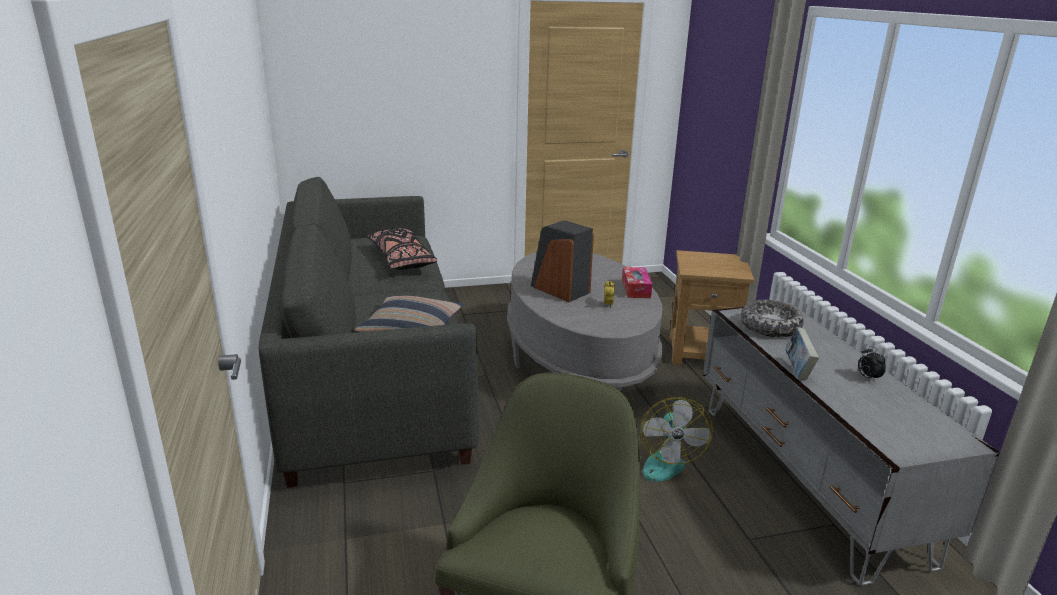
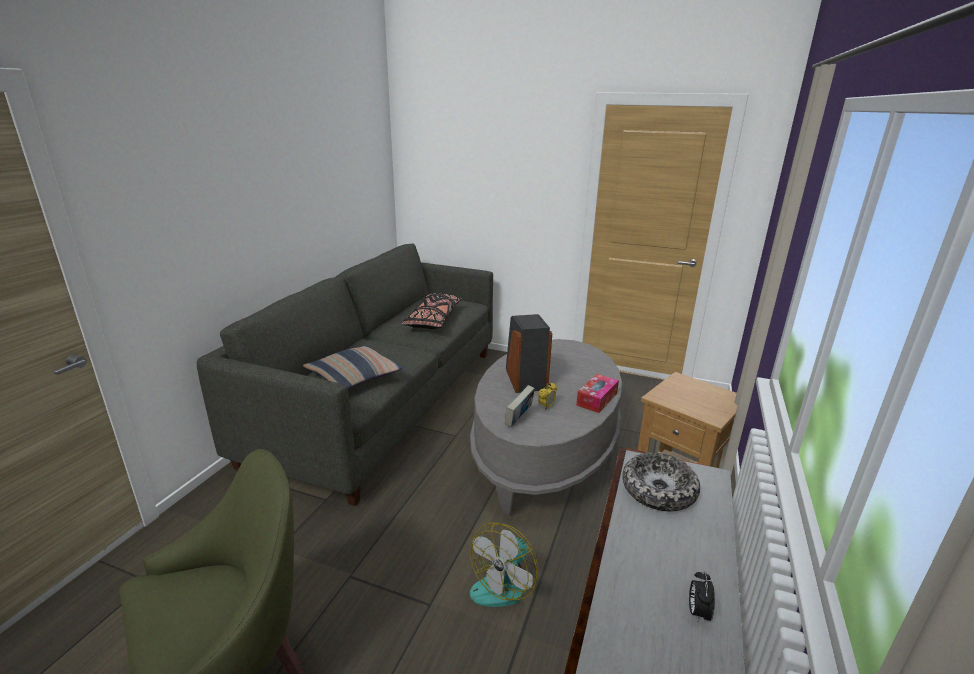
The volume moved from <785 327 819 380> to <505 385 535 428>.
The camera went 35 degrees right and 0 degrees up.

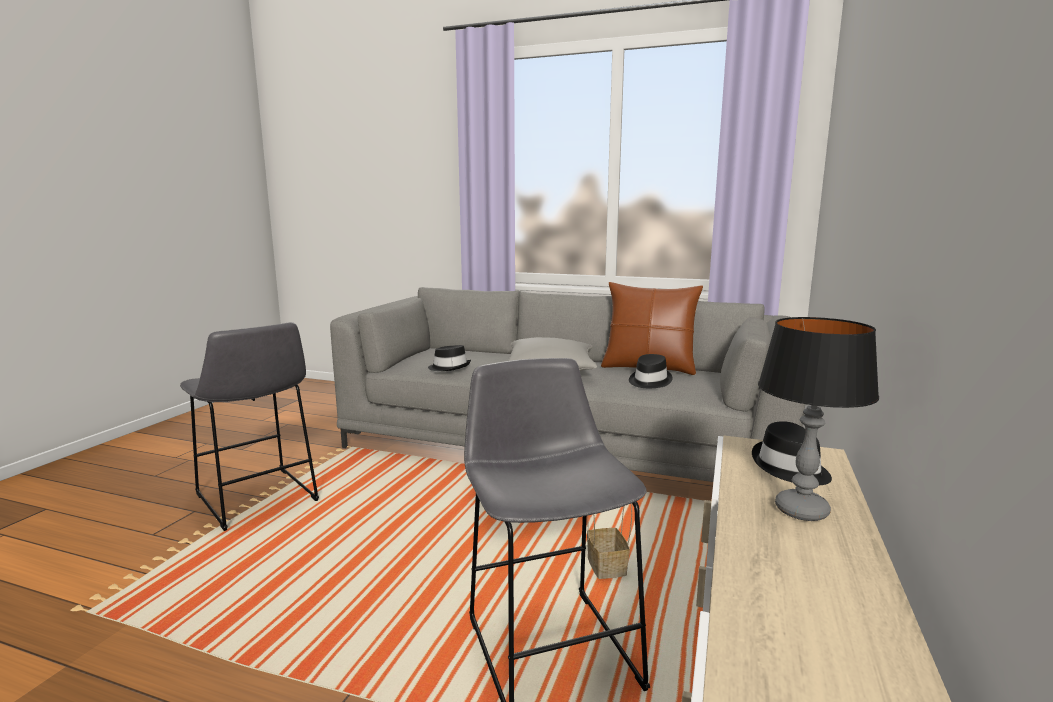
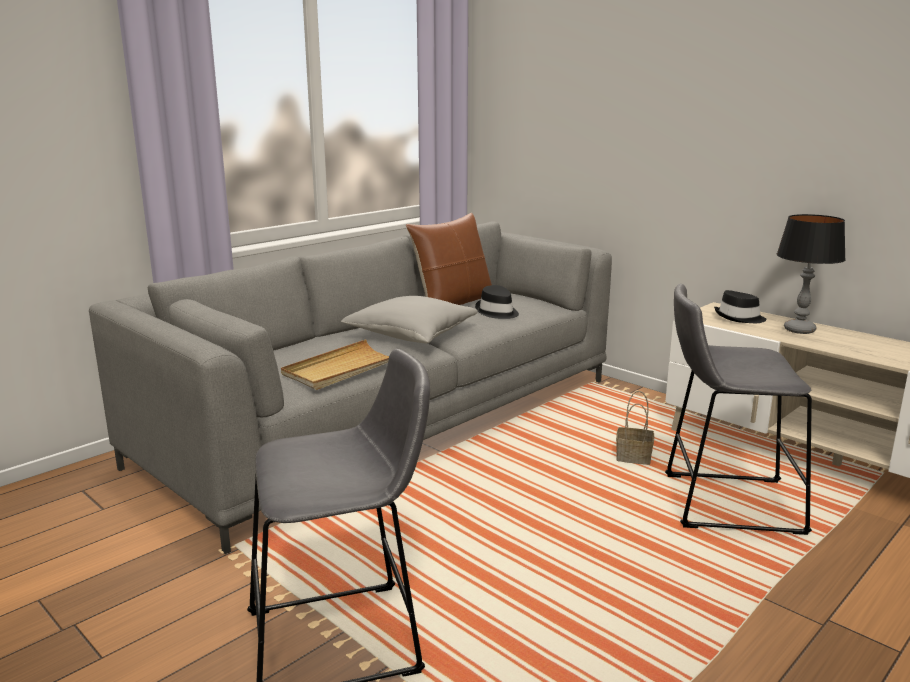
The clothing hat in black-coloured at <428 345 471 371> was replaced by the serving tray in sand-coloured at <281 339 389 390>.
The camera went 65 degrees left and 5 degrees up.

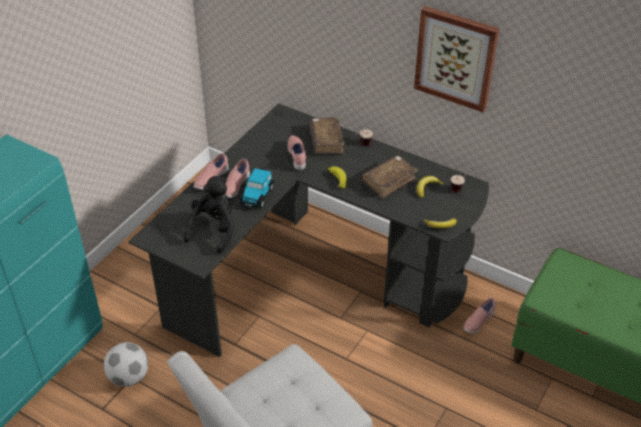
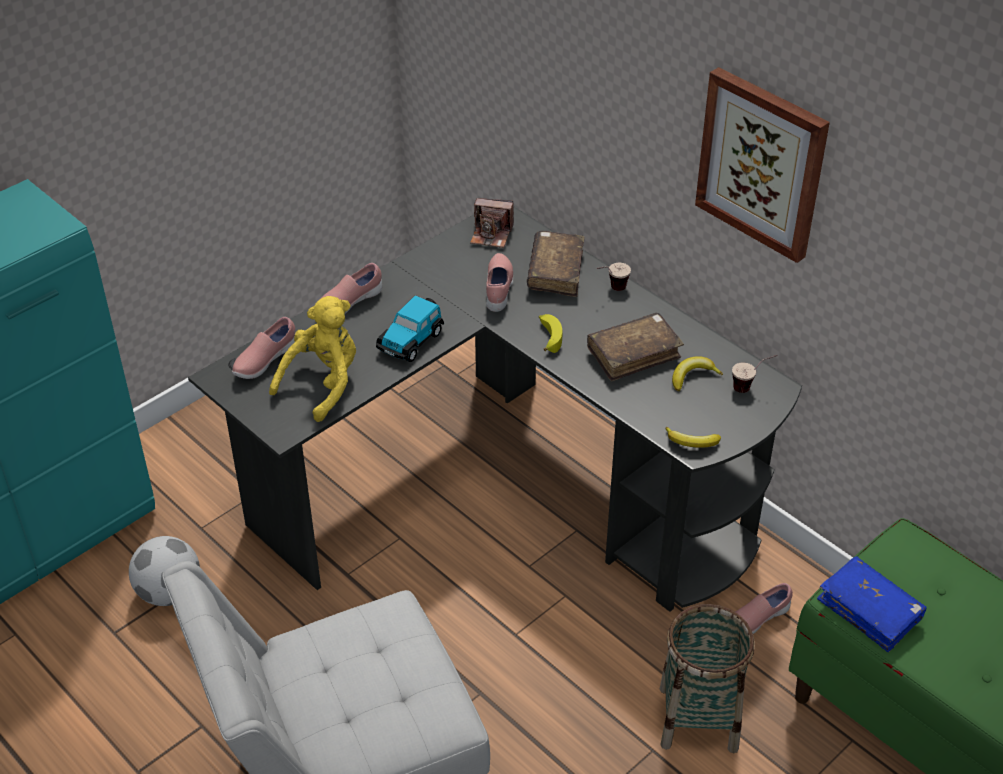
The shoe in pink-coloured moved from <225 159 250 198> to <232 317 295 379>.
The cuddly toy in black-coloured at <184 176 234 254> became the cuddly toy in yellow-coloured at <269 296 356 422>.
The still camera at <470 198 514 248> appeared.
The volume in bluish at <817 556 926 652> appeared.
The basket at <660 604 755 753> appeared.
The camera went 15 degrees right and 0 degrees up.

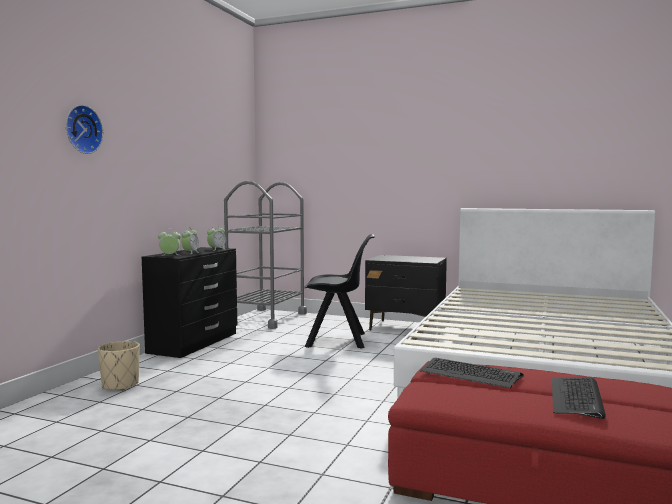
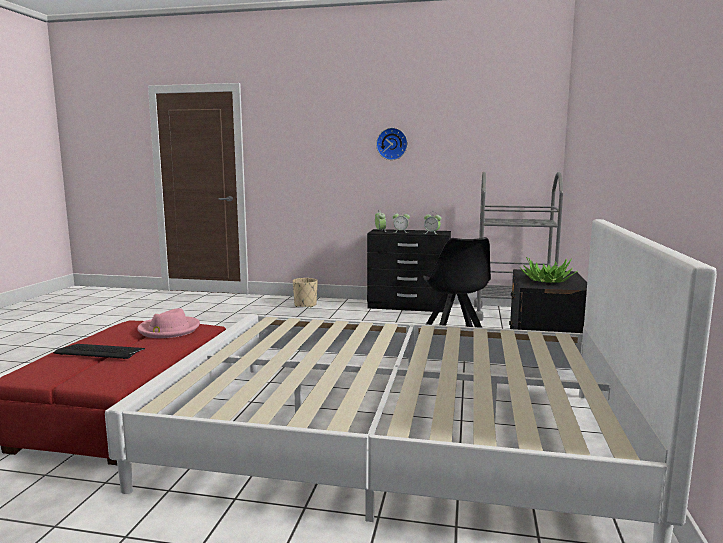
The clock on the wall moved from <66 105 103 154> to <376 128 408 160>.
The PC keyboard at <420 358 524 388> was replaced by the clothing hat in pink-coloured at <137 308 200 338>.
The potted plant at <519 257 577 283> appeared.
The camera went 80 degrees right and 5 degrees up.

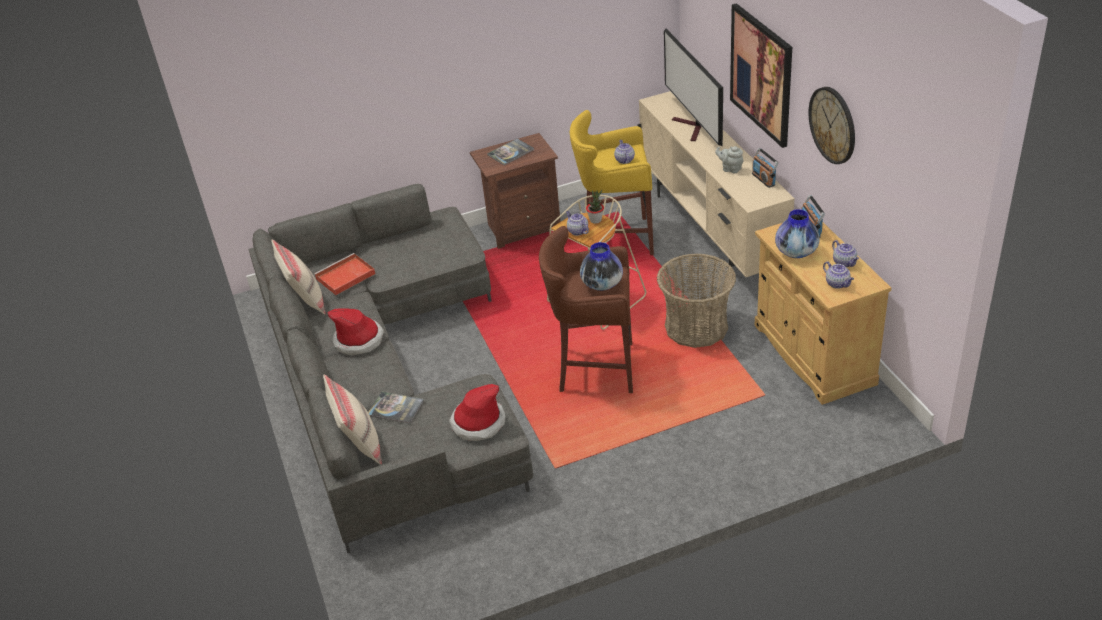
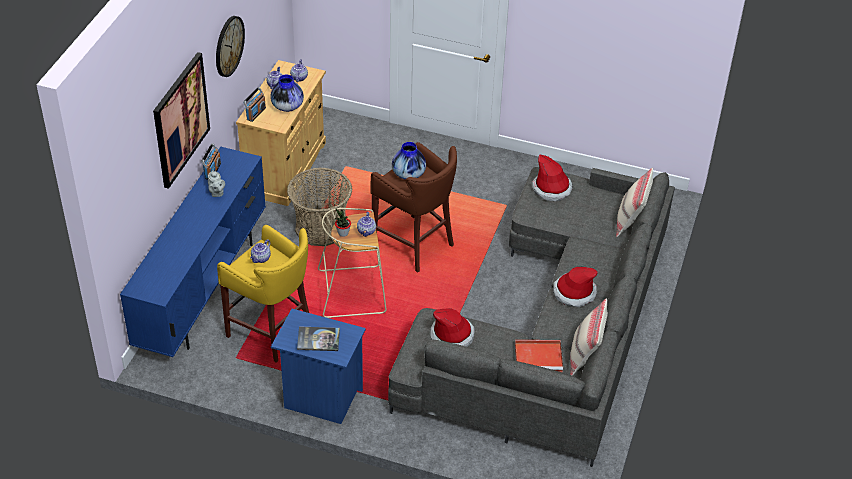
The television at <664 29 723 146> disappeared.
The tv unit in sand-coloured at <637 91 795 277> became the tv unit in bluish at <120 147 266 357>.
The nightstand in brown at <470 133 560 249> became the nightstand in bluish at <271 309 366 424>.
The volume at <368 391 424 424> disappeared.
The clothing hat at <430 309 475 347> appeared.
The camera went 145 degrees left and 5 degrees up.

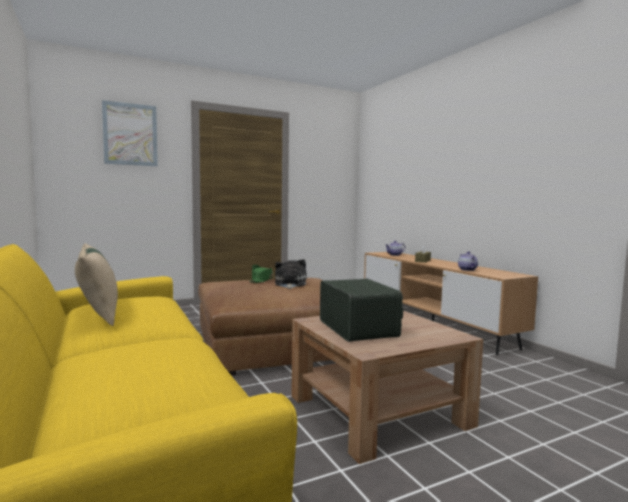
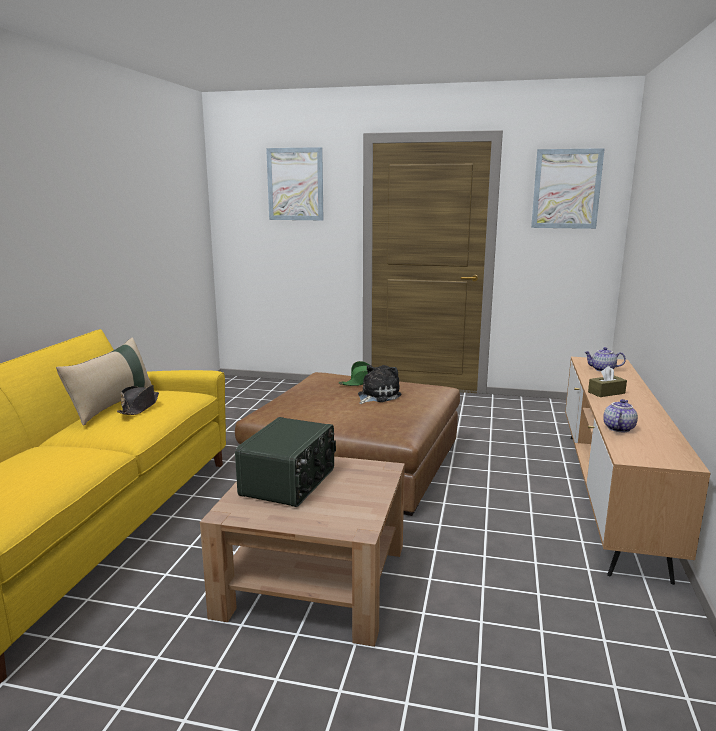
The wall art at <531 148 605 229> appeared.
The clothing hat in black-coloured at <117 385 159 415> appeared.
The camera went 40 degrees right and 10 degrees up.

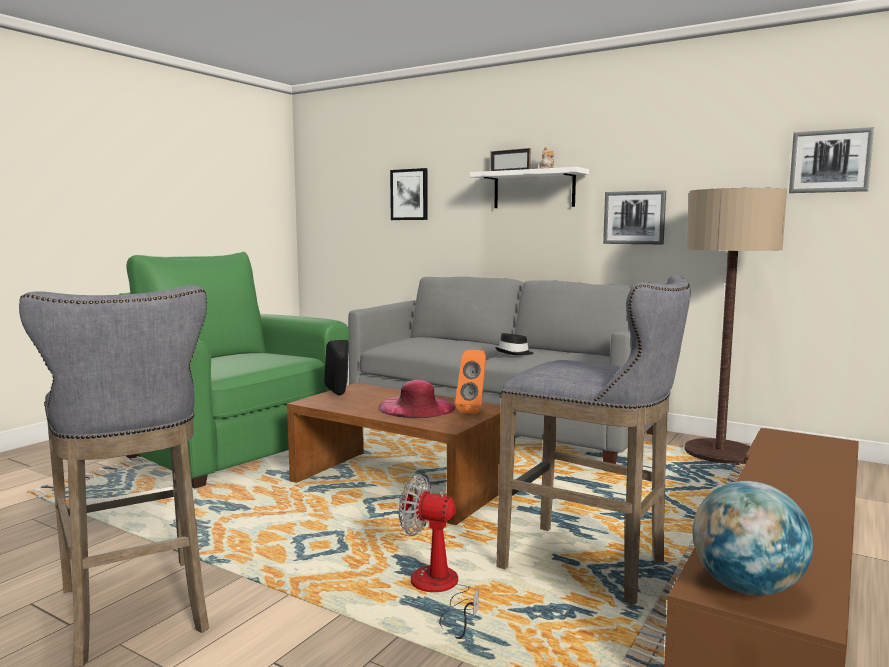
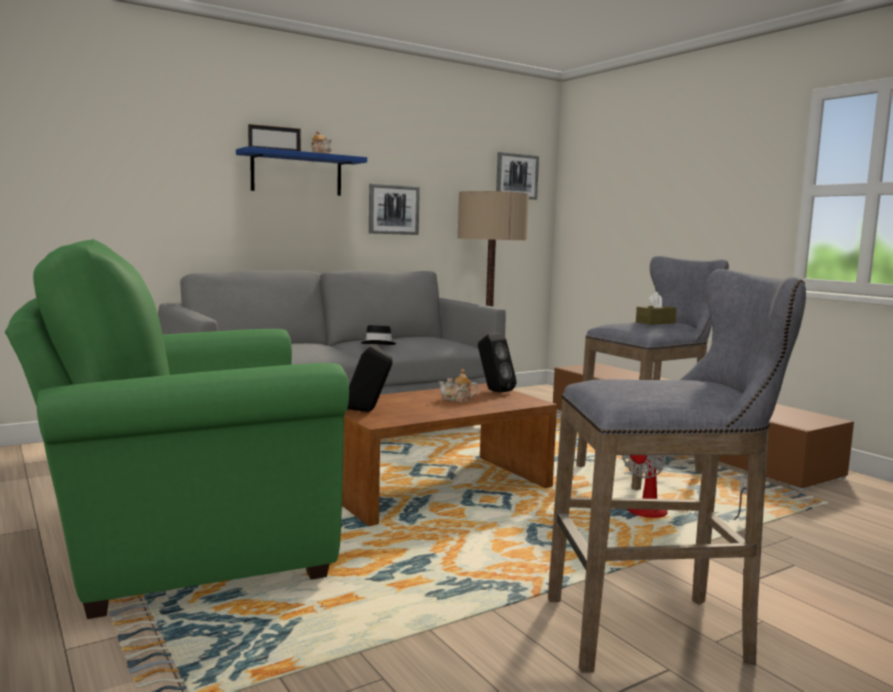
The wall shelf in white-coloured at <470 167 589 208> became the wall shelf in bluish at <236 146 367 196>.
The wall art at <390 168 428 220> disappeared.
The speaker in orange-coloured at <455 350 486 414> became the speaker in black-coloured at <478 333 517 392>.
The clothing hat in pink-coloured at <378 380 455 418> was replaced by the pot for tea at <438 369 478 402>.
The globe at <692 481 813 596> disappeared.
The tissue box in brown at <636 292 676 325> appeared.
The camera went 65 degrees left and 0 degrees up.

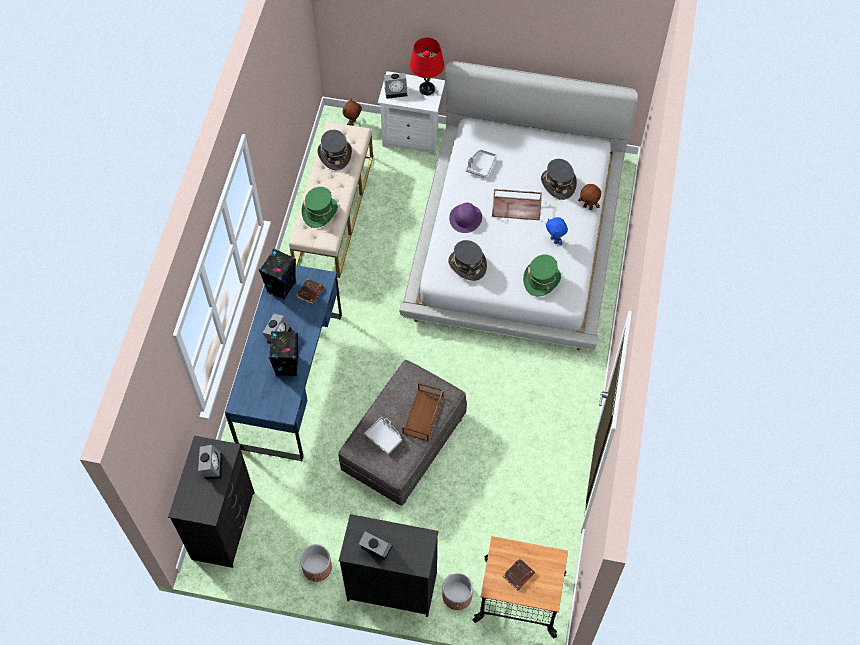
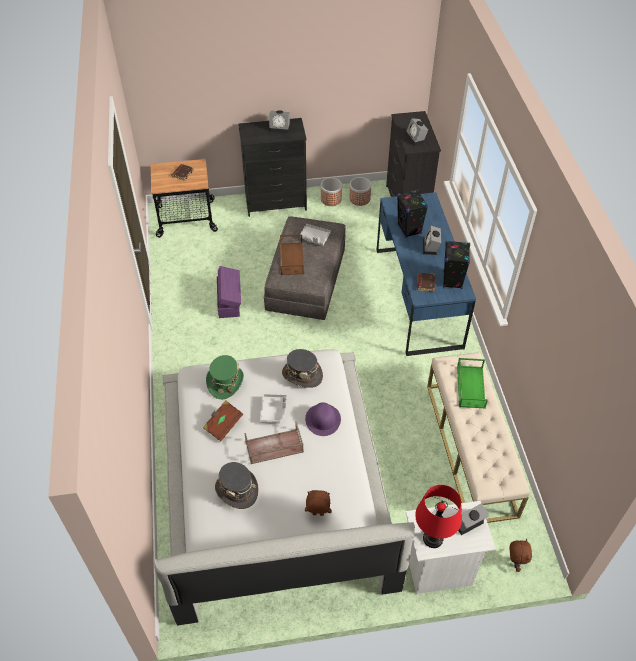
The clothing hat in greyish at <317 130 352 171> disappeared.
The serving tray in greyish moved from <466 149 497 178> to <260 394 287 424>.
The cuddly toy in brown moved from <578 184 601 210> to <305 490 332 516>.
The clothing hat in green-coloured at <301 187 338 228> was replaced by the serving tray in green-coloured at <457 358 488 409>.
The cuddly toy in bluish at <546 217 568 245> was replaced by the volume in brown at <202 400 243 442>.
The planter moved from <442 573 473 610> to <349 177 371 206>.
The storage container in purple at <217 266 241 318> appeared.
The camera went 160 degrees right and 10 degrees down.

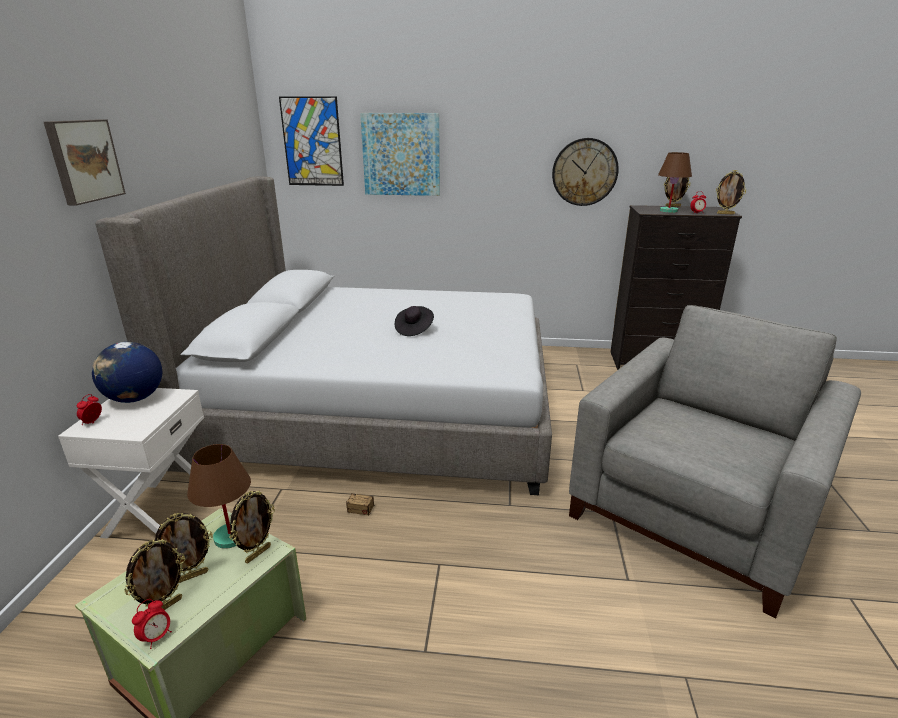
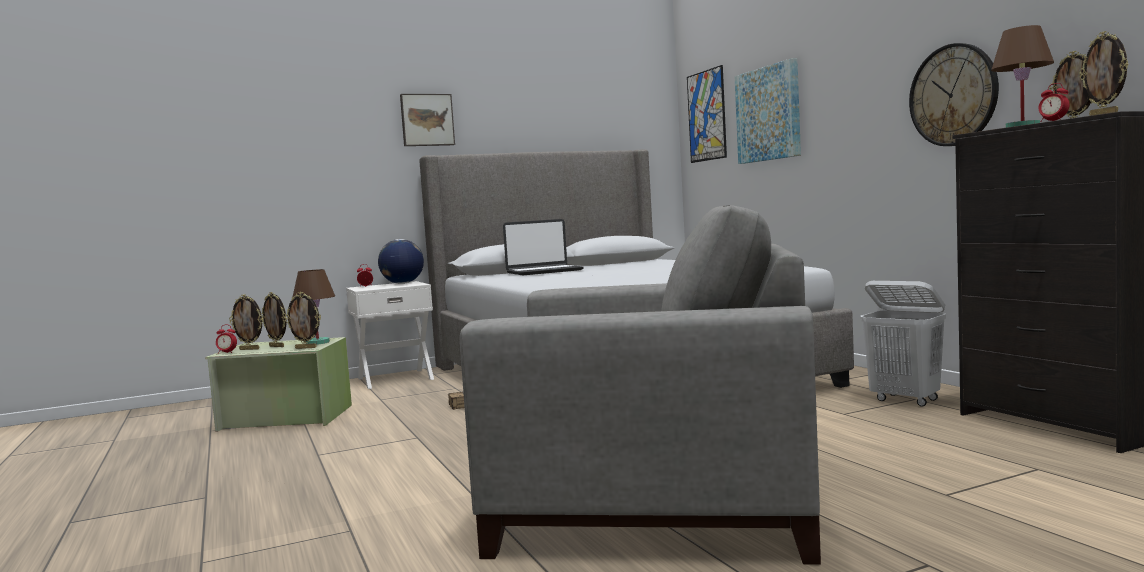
The clothing hat in black-coloured at <395 306 434 336> disappeared.
The laptop at <503 219 584 275> appeared.
The washing basket in white-coloured at <860 281 946 407> appeared.
The camera went 60 degrees right and 20 degrees down.

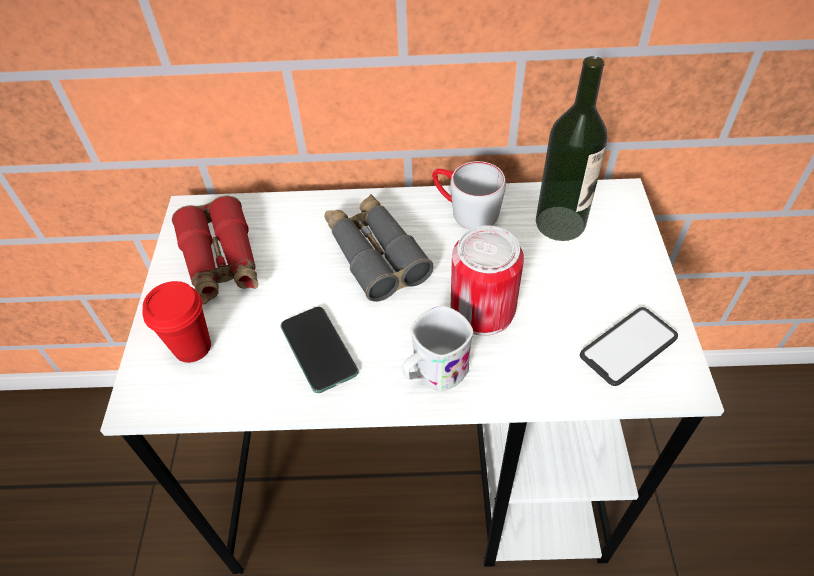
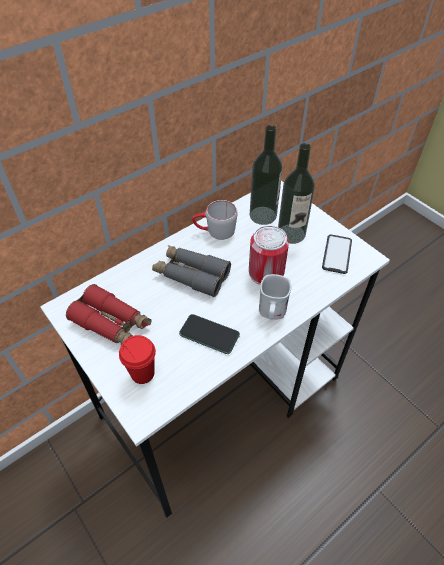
The bottle at <278 143 315 244> appeared.
The camera went 40 degrees left and 0 degrees up.

